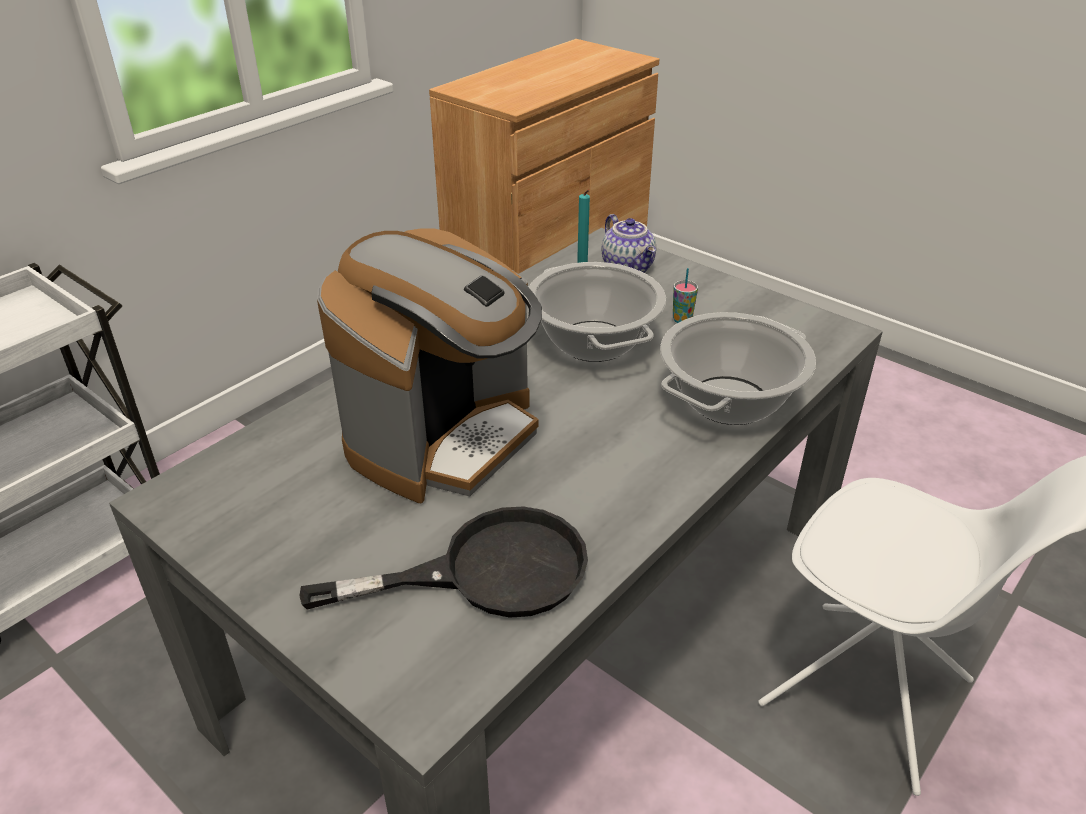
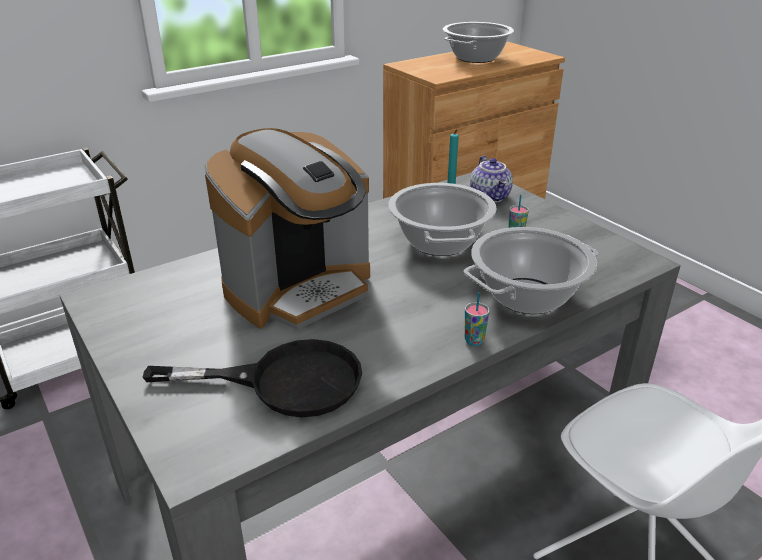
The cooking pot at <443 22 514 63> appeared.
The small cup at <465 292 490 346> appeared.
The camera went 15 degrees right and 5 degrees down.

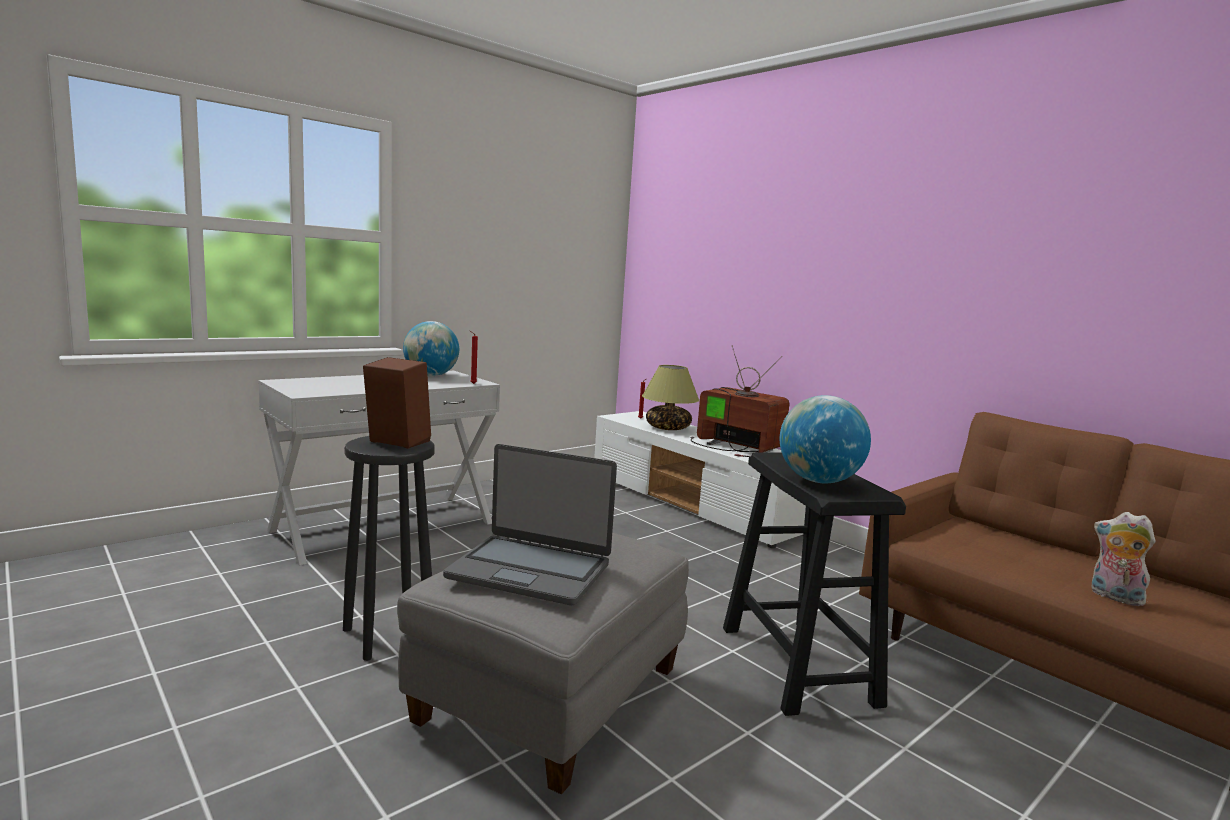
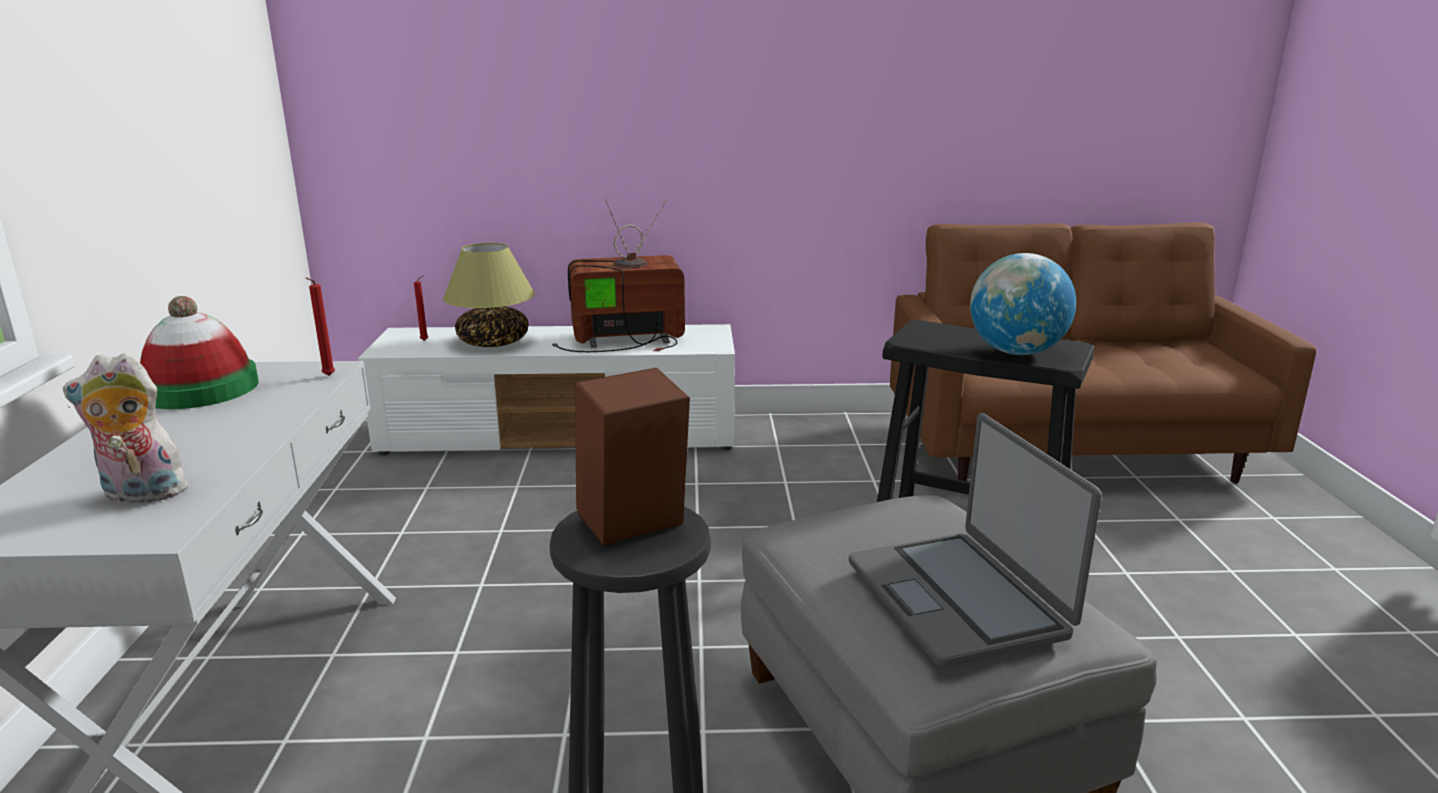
The globe at <403 321 459 376> was replaced by the clothing hat at <140 296 259 409>.
The laptop at <443 444 617 606> turned 105 degrees clockwise.
The cuddly toy moved from <1091 512 1156 606> to <63 353 197 503>.
The camera went 50 degrees left and 10 degrees up.

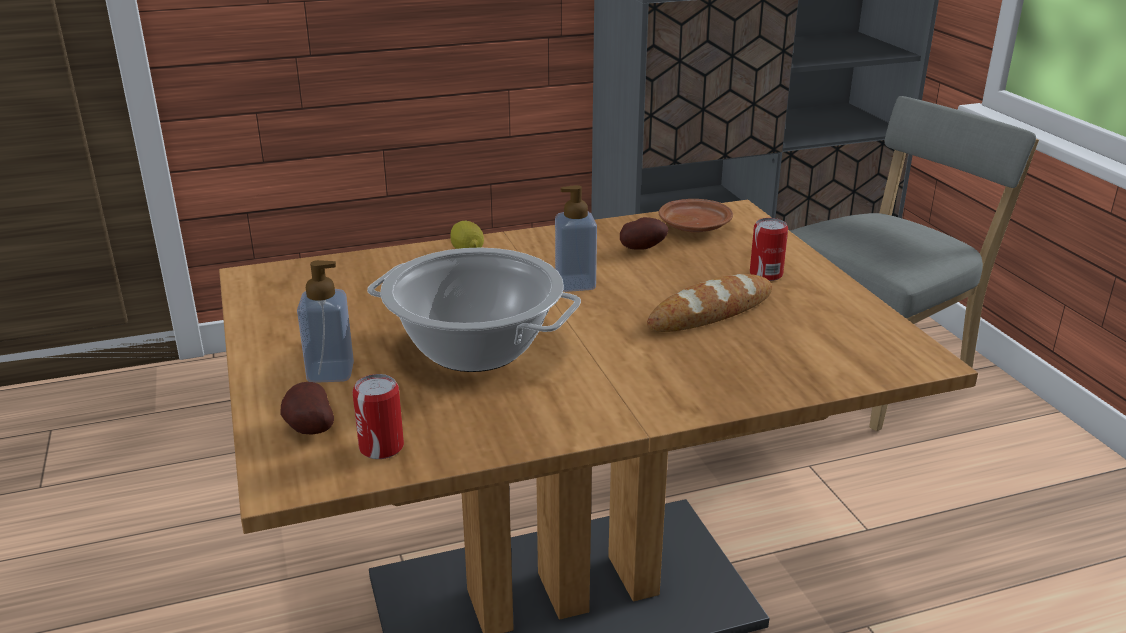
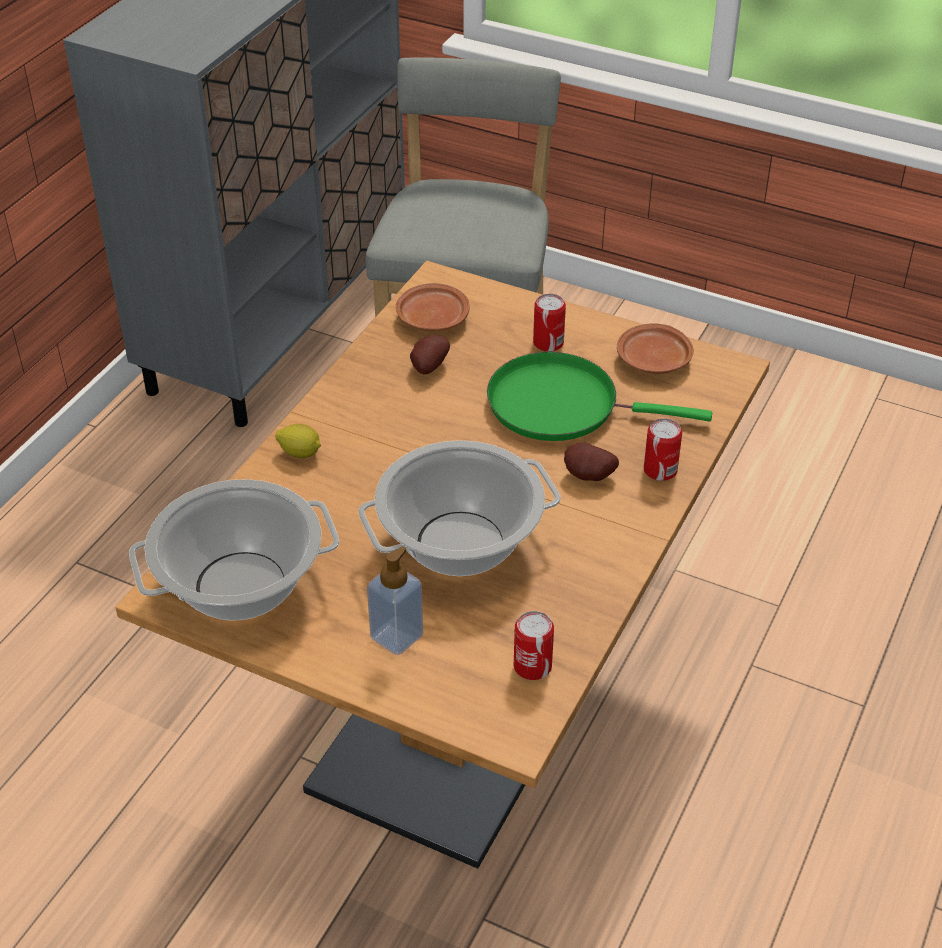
The soap dispenser at <555 185 597 292> disappeared.
The baked bread at <647 274 772 332> was replaced by the skillet in green-coloured at <487 352 712 441>.
The potato moved from <280 382 334 435> to <564 443 619 481>.
The plate in brown at <617 323 694 374> appeared.
The can at <644 418 682 481> appeared.
The cooking pot at <129 479 340 621> appeared.
The camera went 45 degrees left and 15 degrees up.

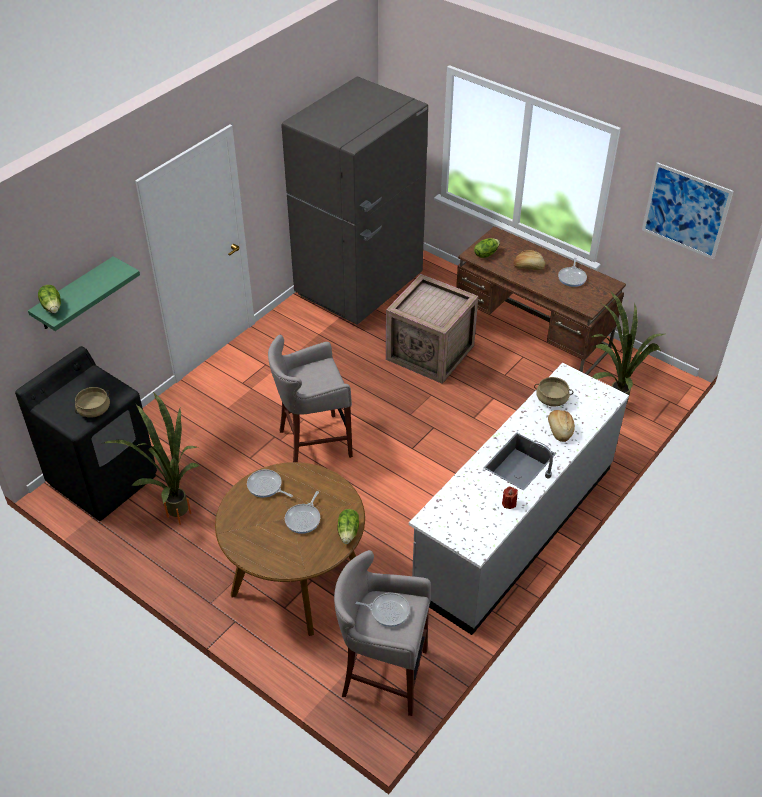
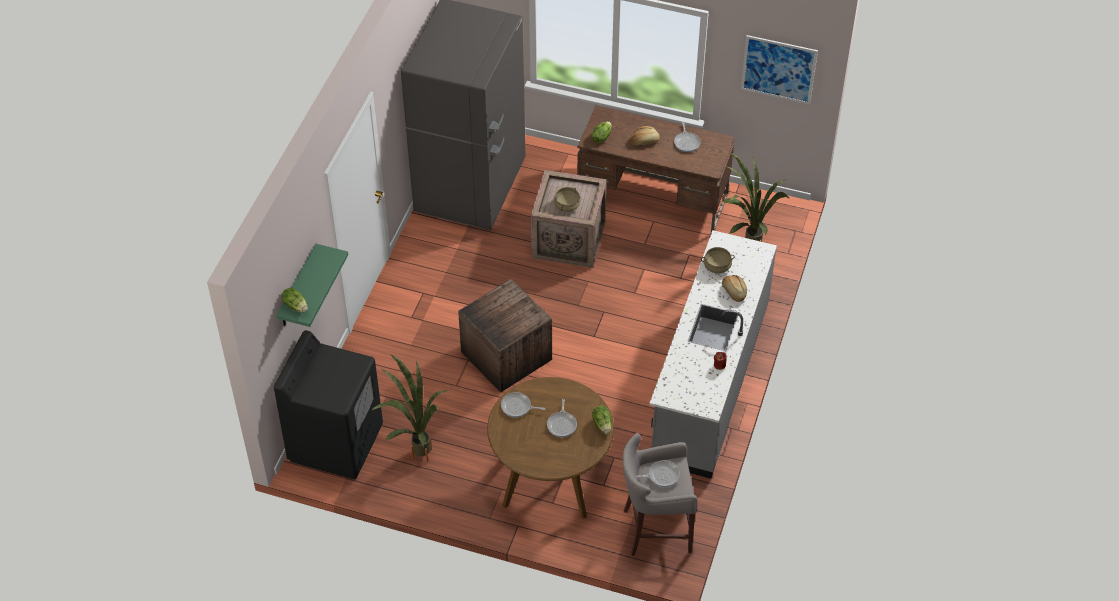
The stool in greyish at <268 335 353 462> was replaced by the crate at <458 279 552 392>.
The cooking pot in sand-coloured moved from <75 387 110 418> to <554 187 581 212>.
The camera went 20 degrees left and 5 degrees up.

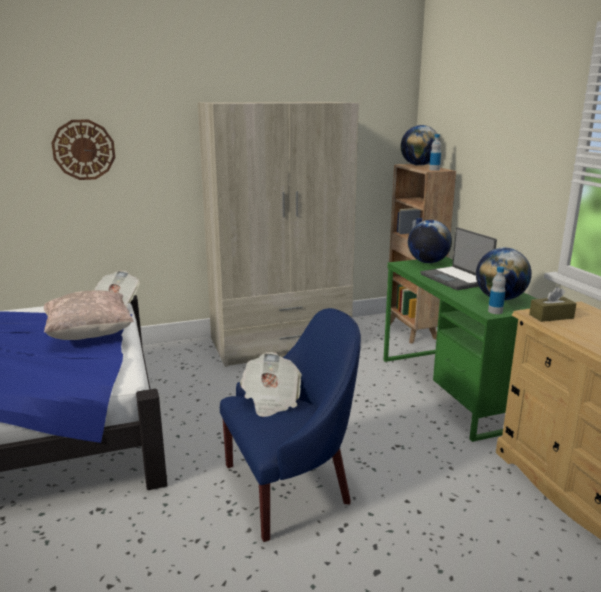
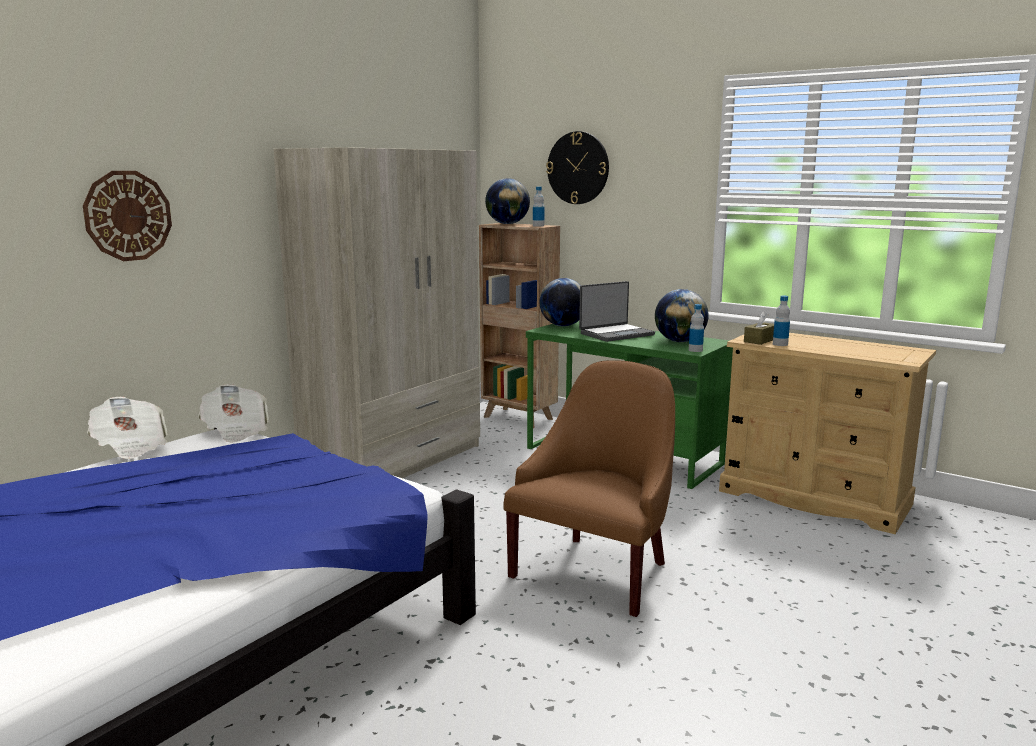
The laptop at <421 227 497 290> turned 60 degrees counterclockwise.
The cushion in sand-coloured at <44 290 134 340> disappeared.
The lounge chair in bluish at <220 308 361 542> became the lounge chair in brown at <503 360 675 617>.
The printed paper moved from <240 352 302 417> to <87 397 168 459>.
The clock on the wall at <546 131 609 204> appeared.
The bottle at <773 296 790 346> appeared.
The camera went 35 degrees left and 5 degrees down.

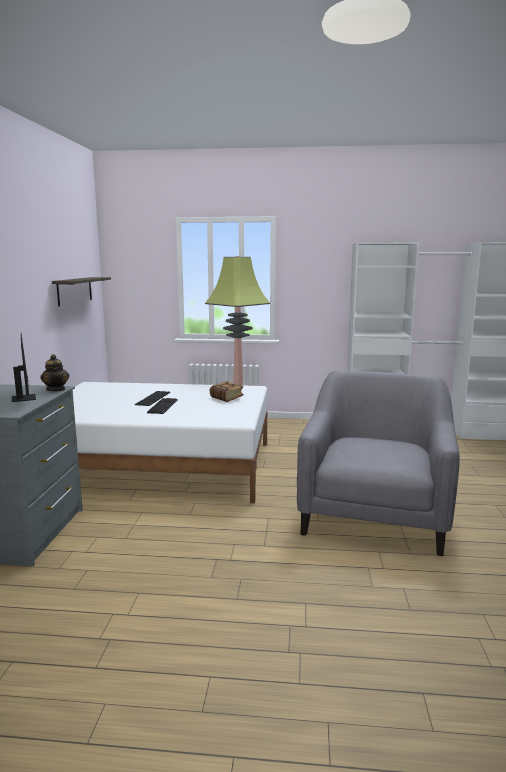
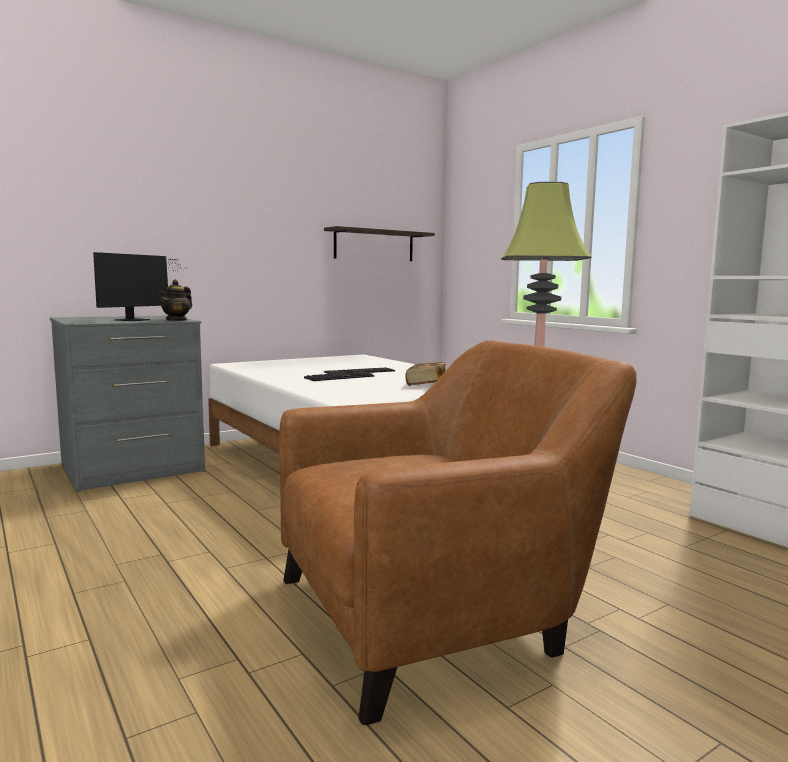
The lounge chair in greyish at <297 371 460 556> became the lounge chair in brown at <279 340 637 725>.
The camera went 50 degrees right and 5 degrees down.

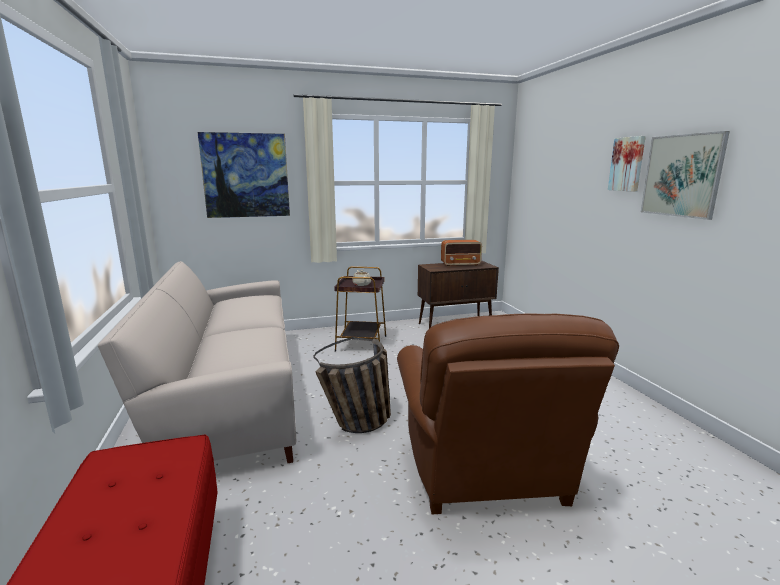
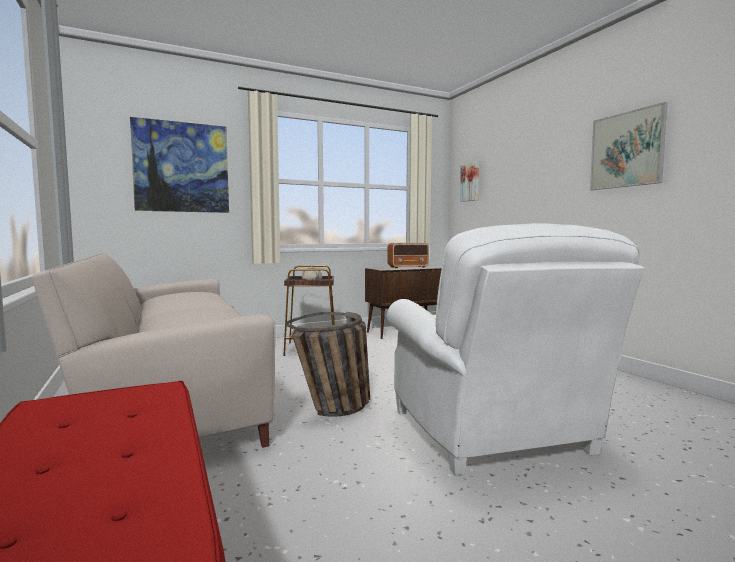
The wall art moved from <608 136 646 192> to <460 162 479 202>.
The lounge chair in brown at <397 314 619 514> became the lounge chair in white-coloured at <387 224 644 475>.
The camera went 10 degrees left and 10 degrees down.

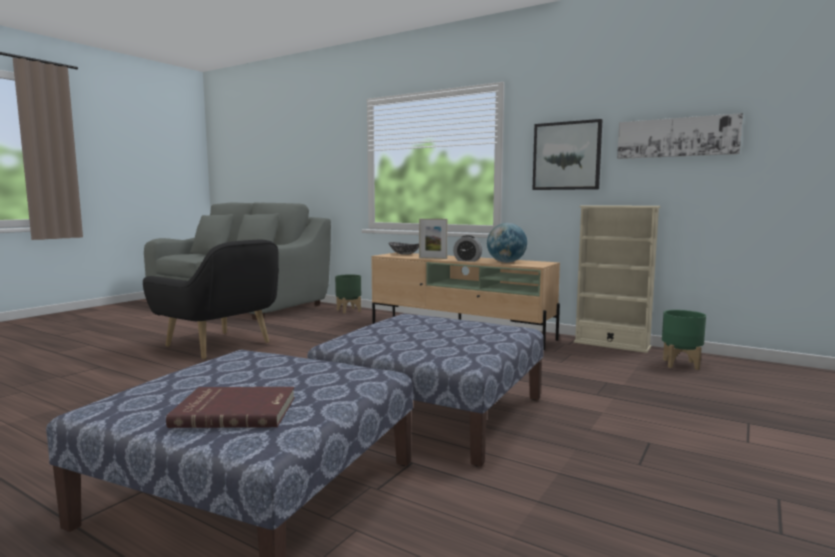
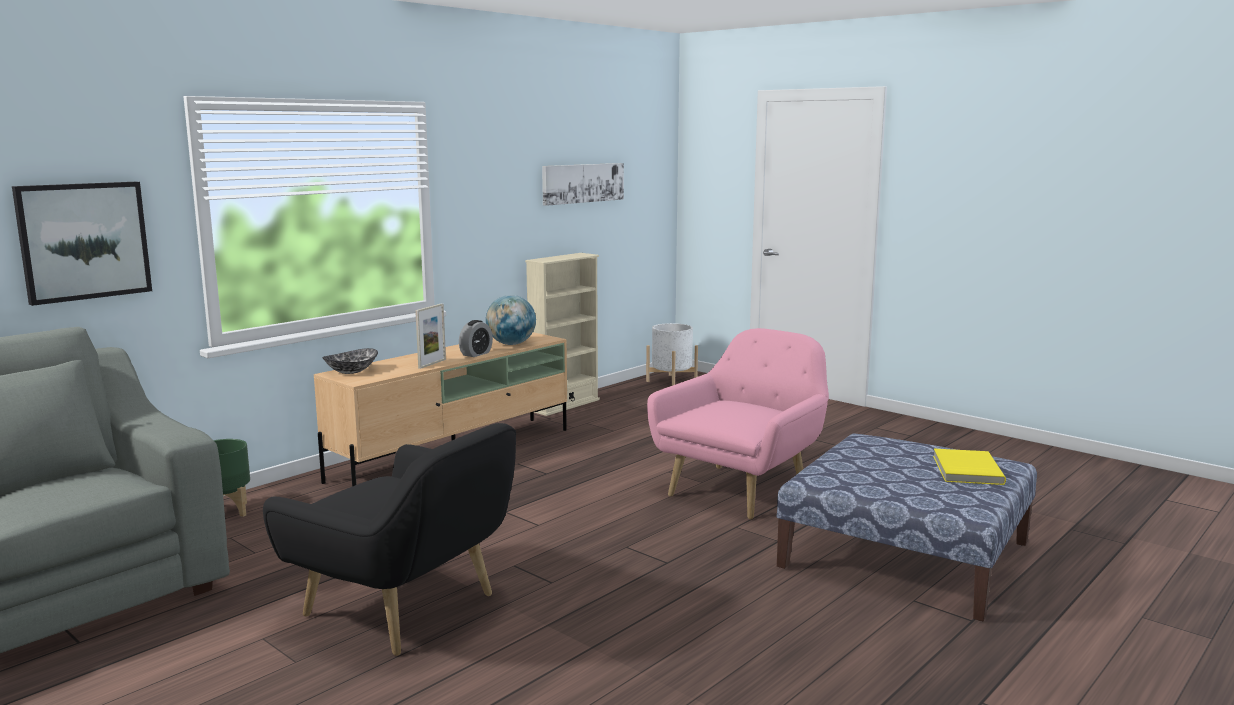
The wall art moved from <532 119 602 190> to <12 182 152 306>.
The lounge chair in black-coloured at <143 240 279 359> turned 75 degrees clockwise.
The planter in green-coloured at <662 310 706 370> disappeared.
The footrest at <307 313 544 467> was replaced by the lounge chair in pink-coloured at <647 328 829 519>.
The volume in red-coloured at <166 387 295 428> became the volume in yellow-coloured at <933 449 1006 485>.
The planter in white-coloured at <646 323 698 386> appeared.
The camera went 80 degrees left and 5 degrees up.

